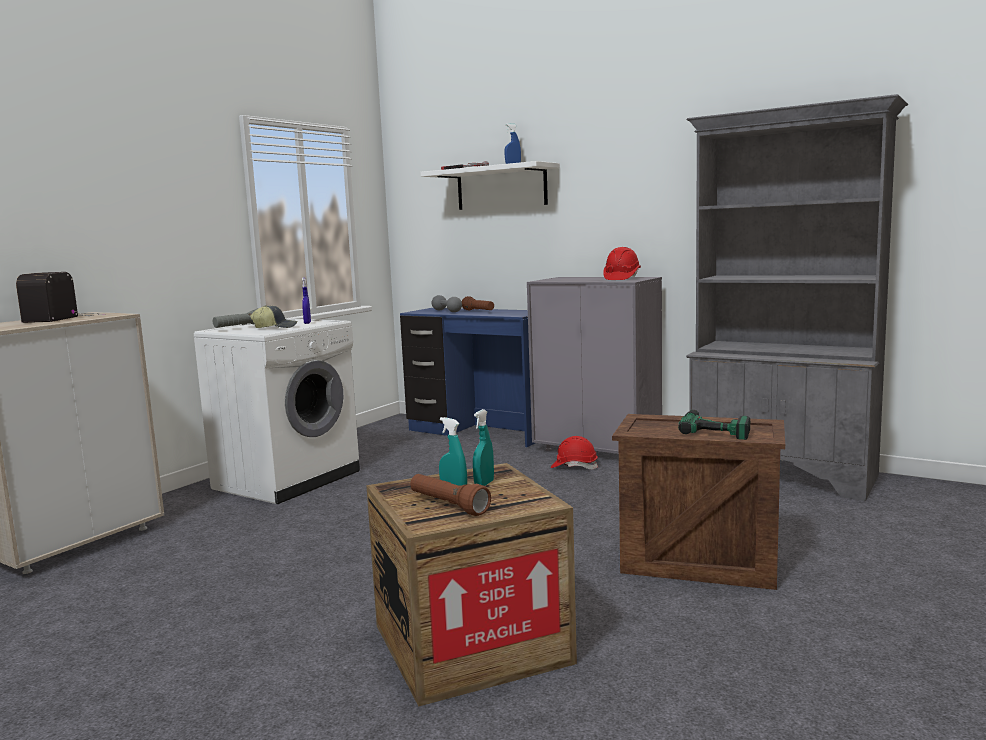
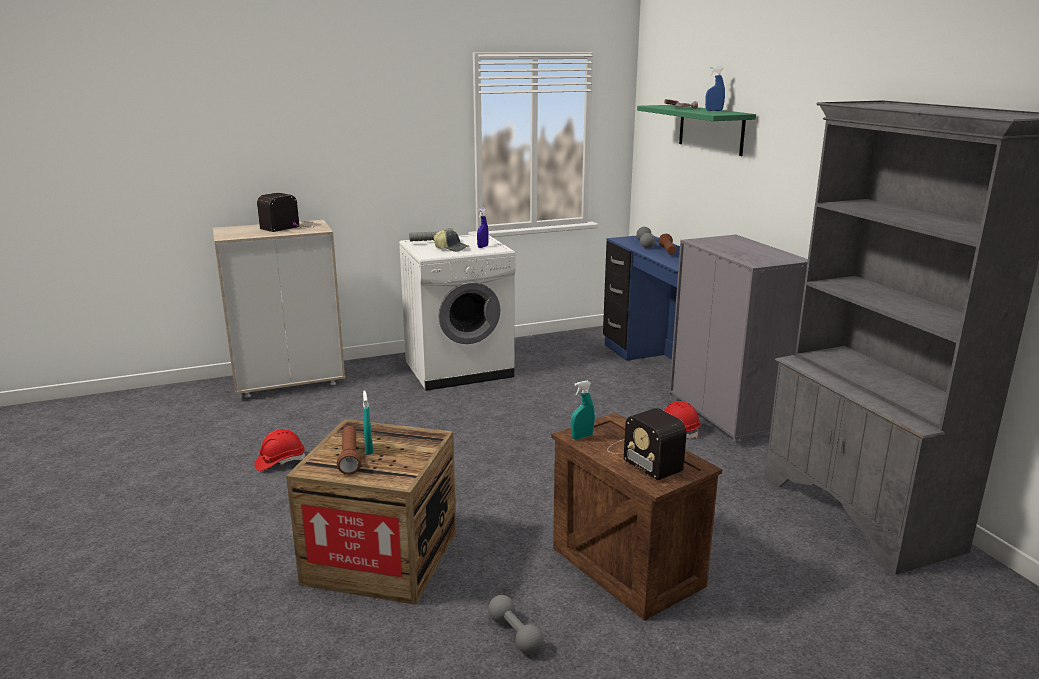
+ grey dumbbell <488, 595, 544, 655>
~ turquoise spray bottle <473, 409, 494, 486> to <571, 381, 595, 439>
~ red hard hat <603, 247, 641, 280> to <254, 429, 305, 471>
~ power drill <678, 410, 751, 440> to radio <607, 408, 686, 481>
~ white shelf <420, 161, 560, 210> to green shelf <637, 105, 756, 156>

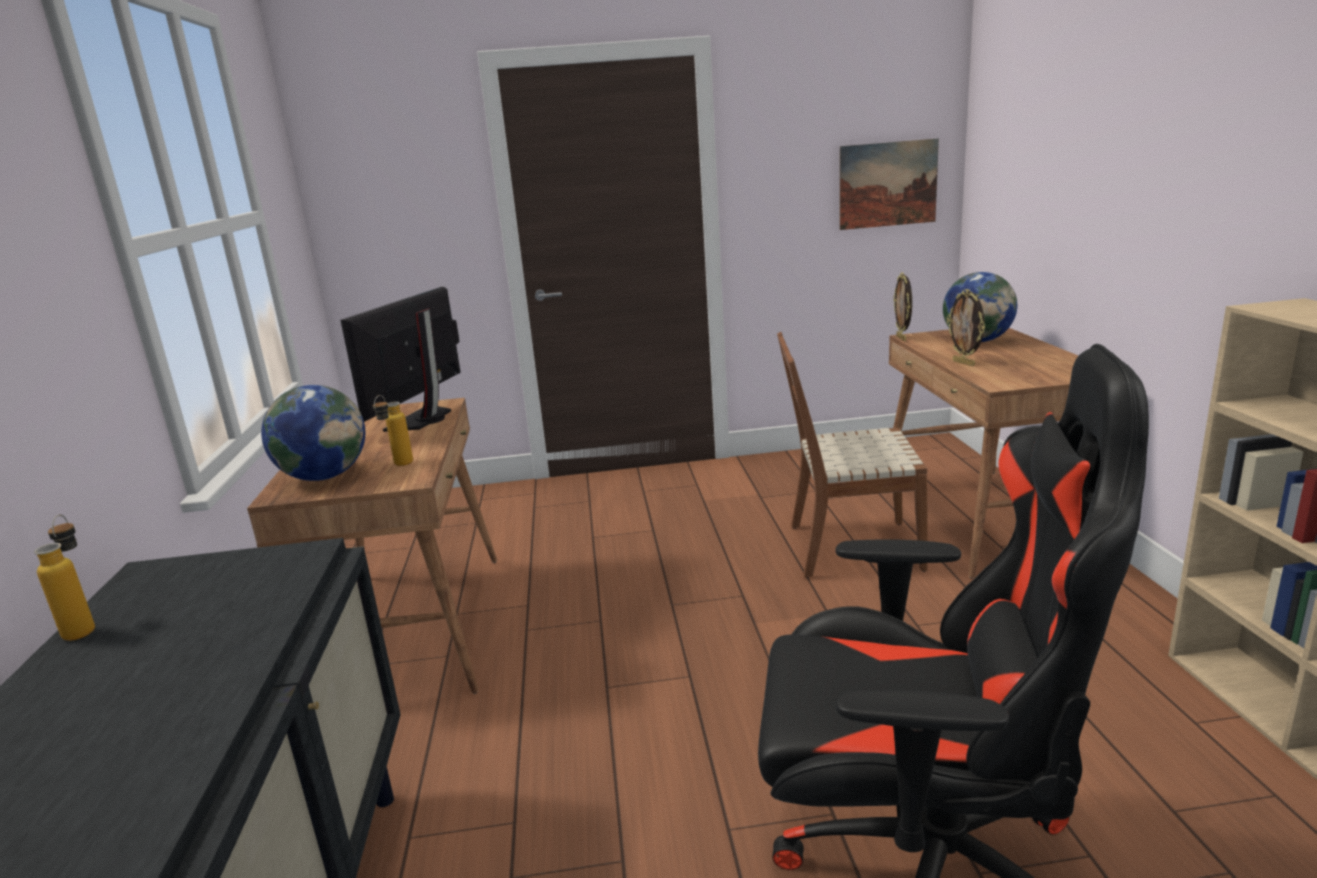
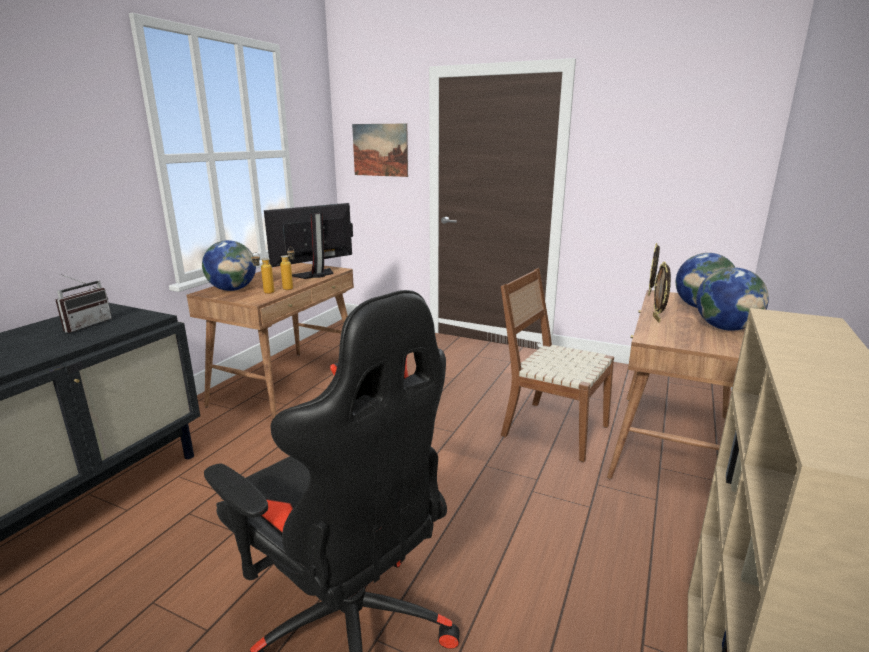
+ radio <55, 274, 112, 333>
+ globe <696, 267, 769, 331>
~ bottle <34, 515, 95, 641> to <280, 247, 295, 290>
~ picture <839, 138, 939, 230> to <352, 124, 408, 177>

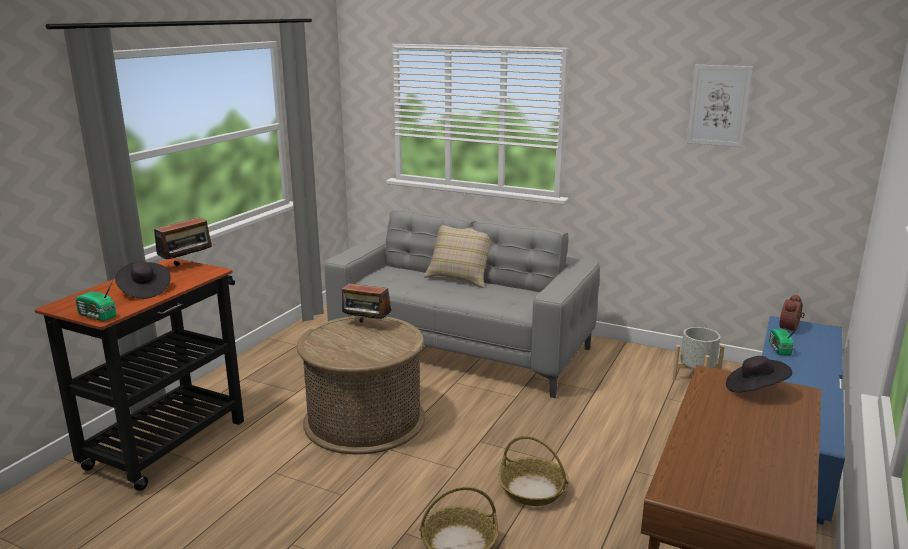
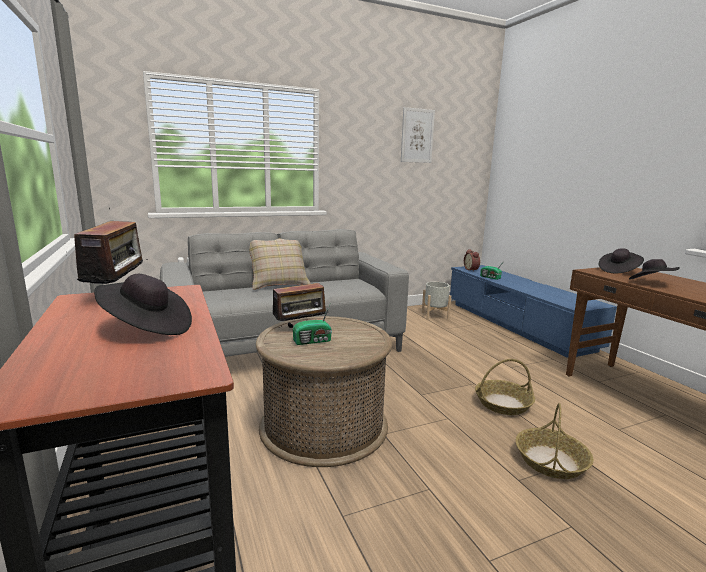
+ black hat <629, 259, 680, 280>
~ radio <76, 280, 116, 321> to <293, 304, 332, 345>

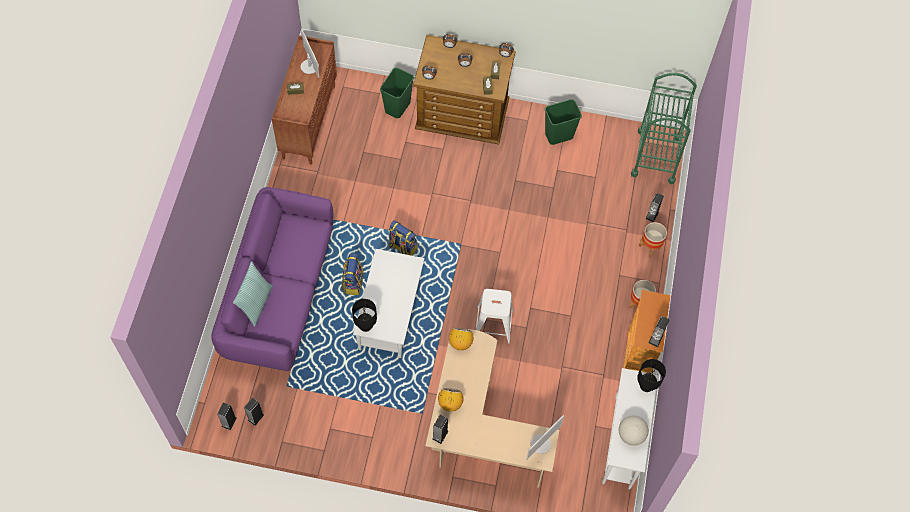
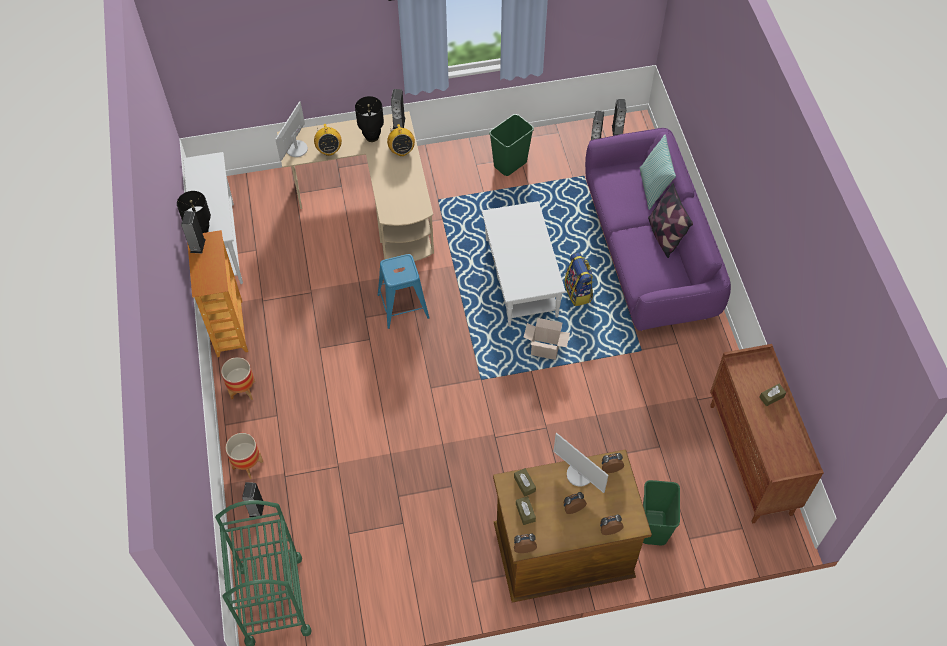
- globe <619, 415, 649, 446>
+ pillow <648, 183, 693, 258>
~ monitor <301, 29, 319, 78> to <553, 433, 608, 493>
~ black table lamp <352, 299, 377, 332> to <355, 96, 384, 142>
~ radio <449, 328, 473, 350> to <314, 124, 342, 156>
~ green trash can <545, 99, 582, 145> to <489, 114, 534, 176>
~ backpack <389, 220, 418, 256> to cardboard box <524, 318, 570, 360>
~ white stool <476, 289, 513, 344> to blue stool <377, 254, 430, 329>

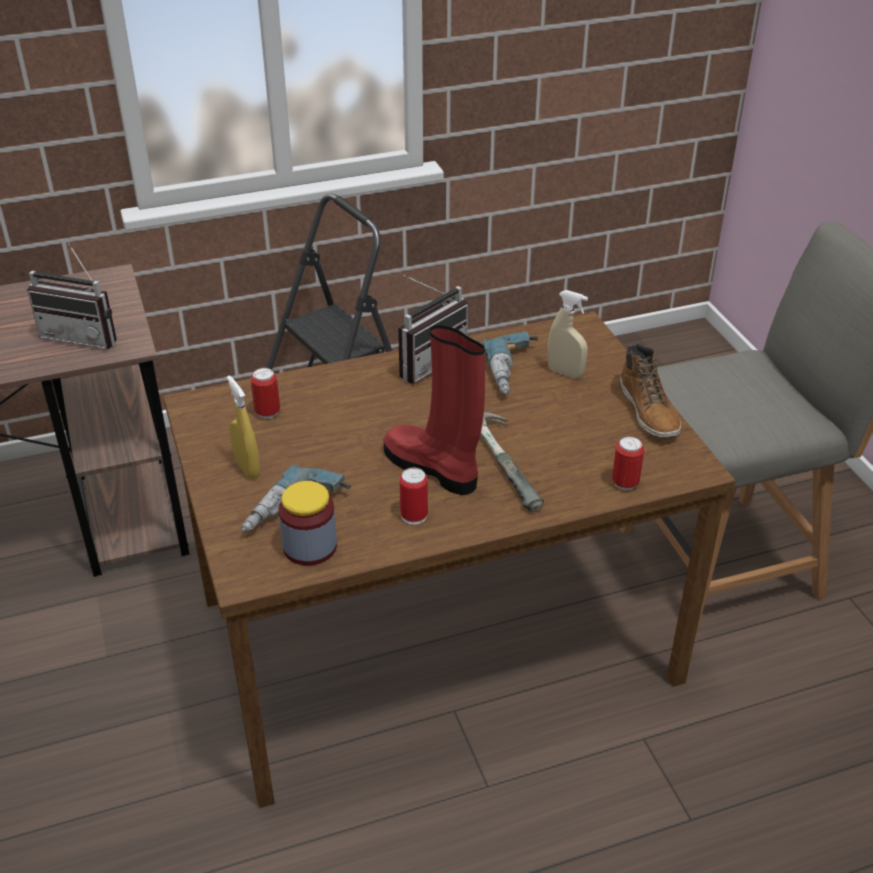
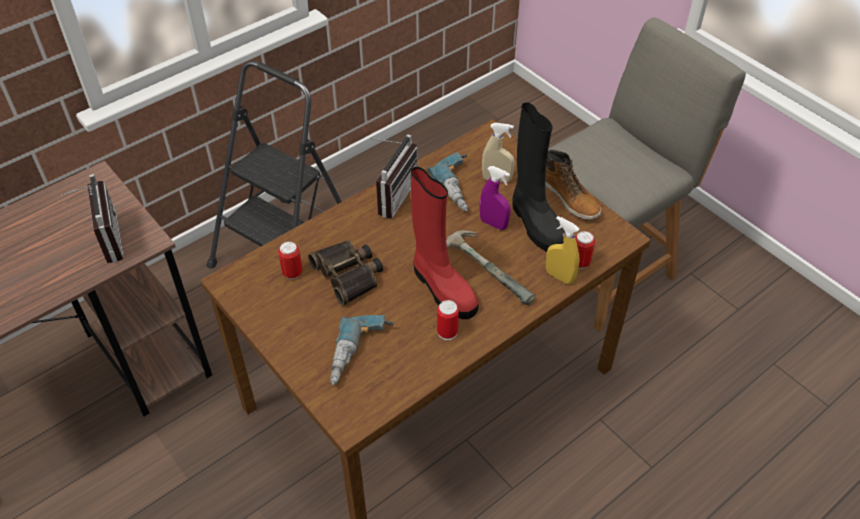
- jar <278, 481, 337, 566>
+ binoculars <308, 240, 383, 306>
+ purple spray bottle <479, 166, 510, 230>
+ black boot <512, 102, 565, 252>
~ yellow spray bottle <227, 375, 260, 479> to <546, 216, 579, 284>
~ radio <27, 243, 117, 349> = <61, 174, 124, 263> 105 degrees counterclockwise
~ red boot <384, 325, 485, 495> = <411, 167, 479, 319> 150 degrees counterclockwise

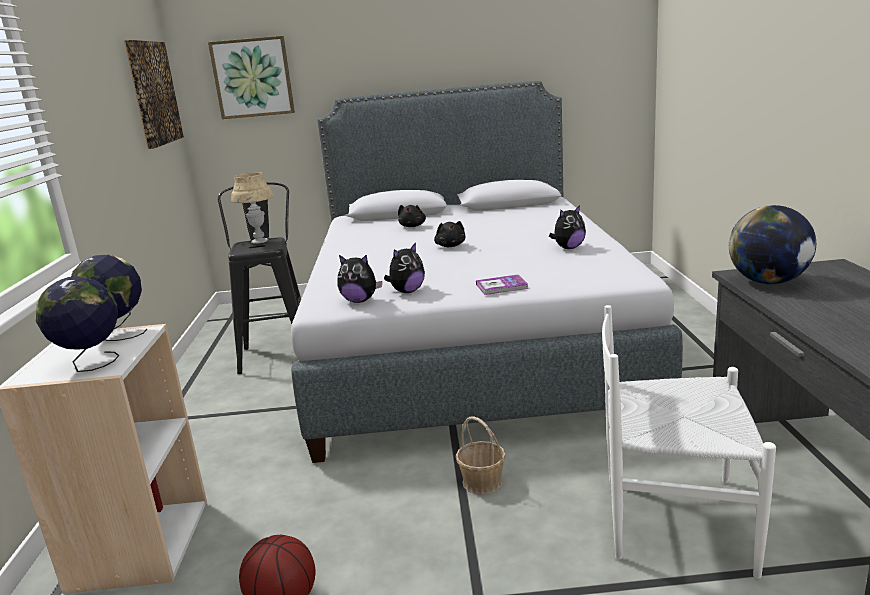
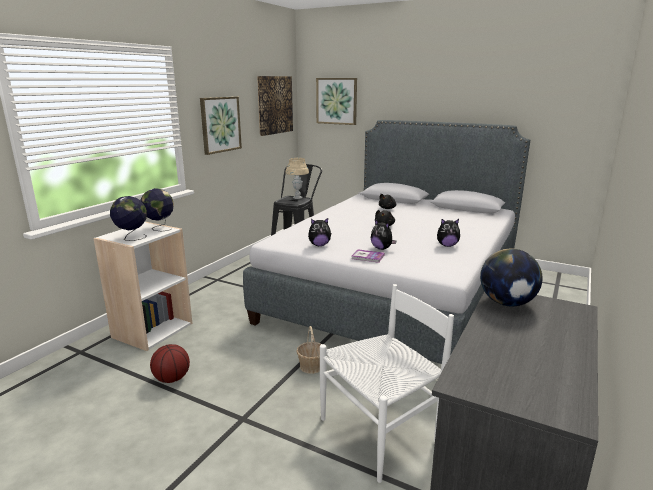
+ picture <200, 96, 242, 155>
~ plush toy <337, 255, 382, 303> to <371, 219, 397, 250>
~ white chair <602, 305, 776, 579> = <320, 284, 454, 483> 105 degrees clockwise

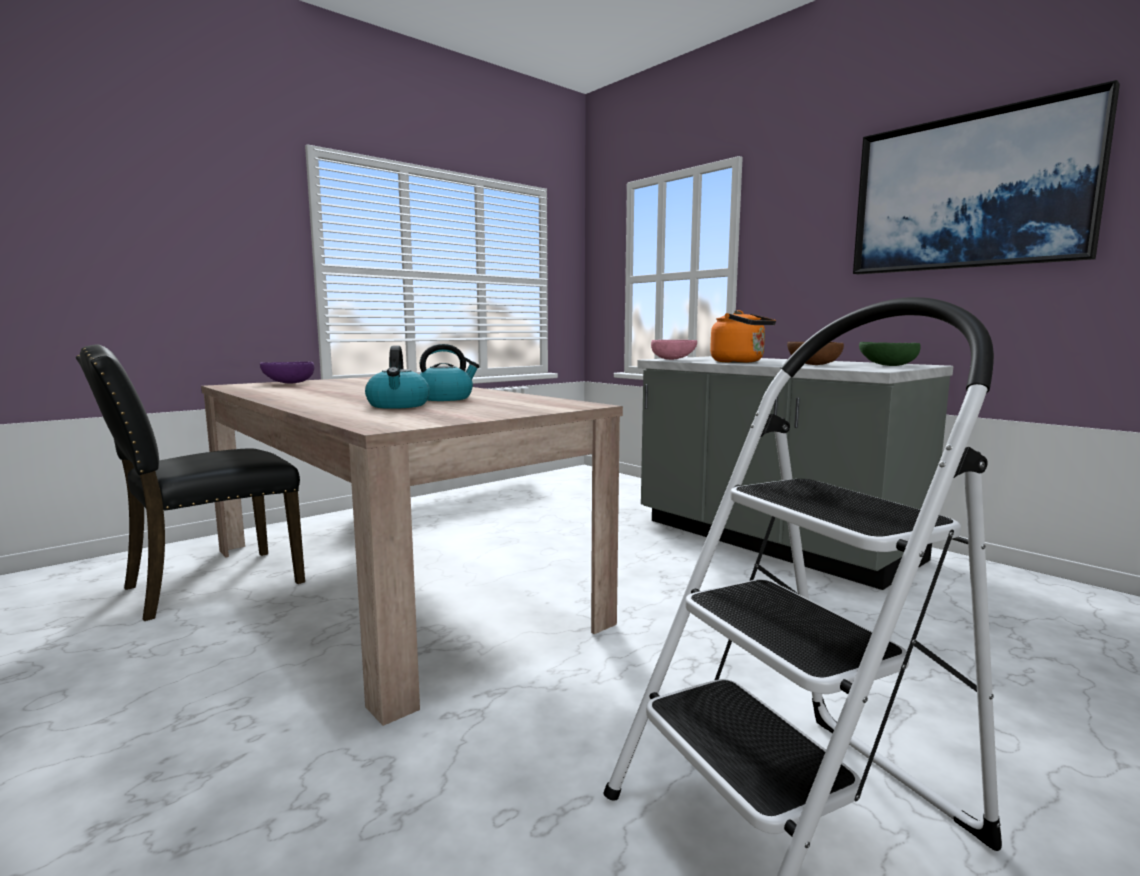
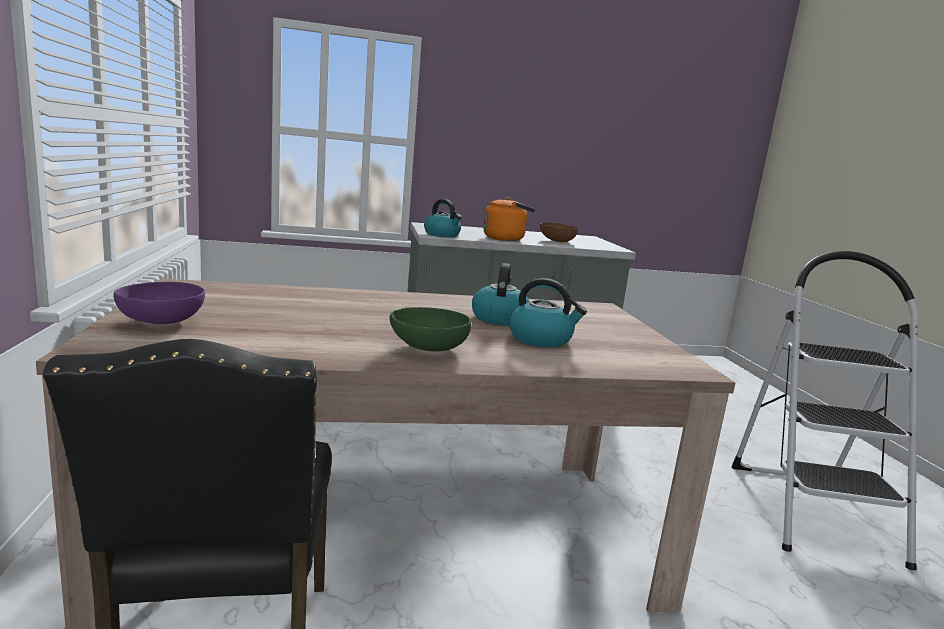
- picture <853, 80, 1120, 274>
~ green bowl <859, 342, 921, 366> to <389, 307, 471, 352>
~ pink bowl <651, 340, 697, 360> to kettle <424, 199, 462, 237>

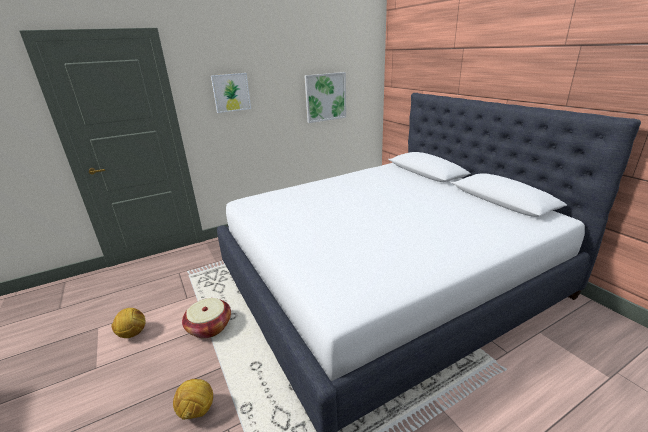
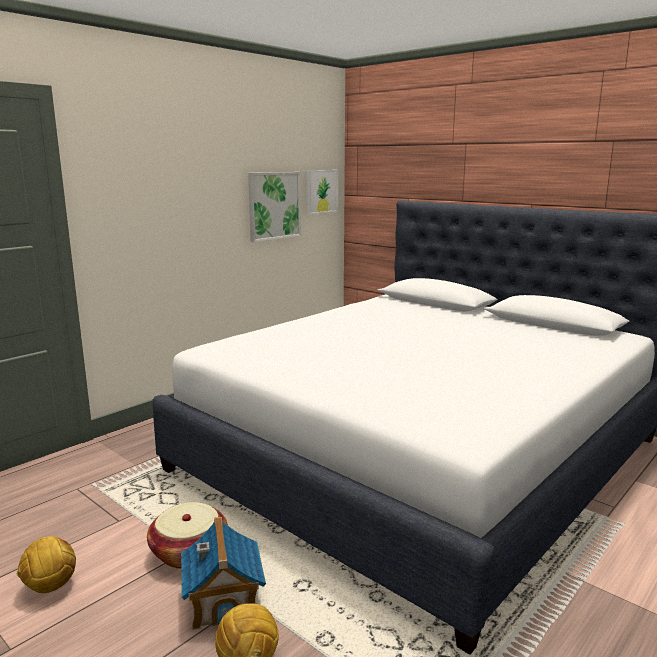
+ toy house <181, 517, 266, 630>
~ picture <211, 73, 251, 113> to <307, 170, 338, 214>

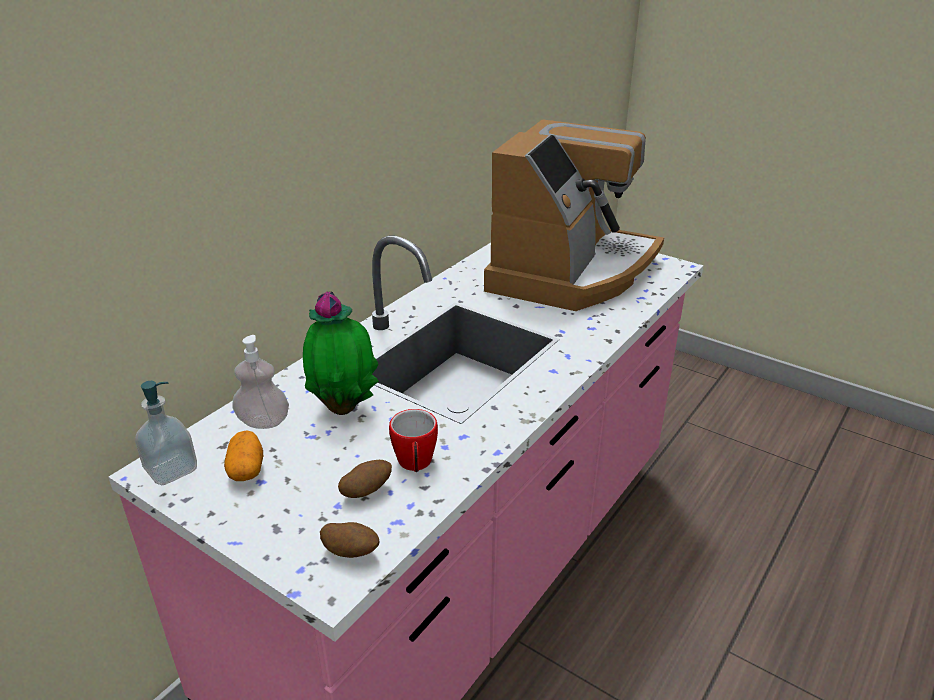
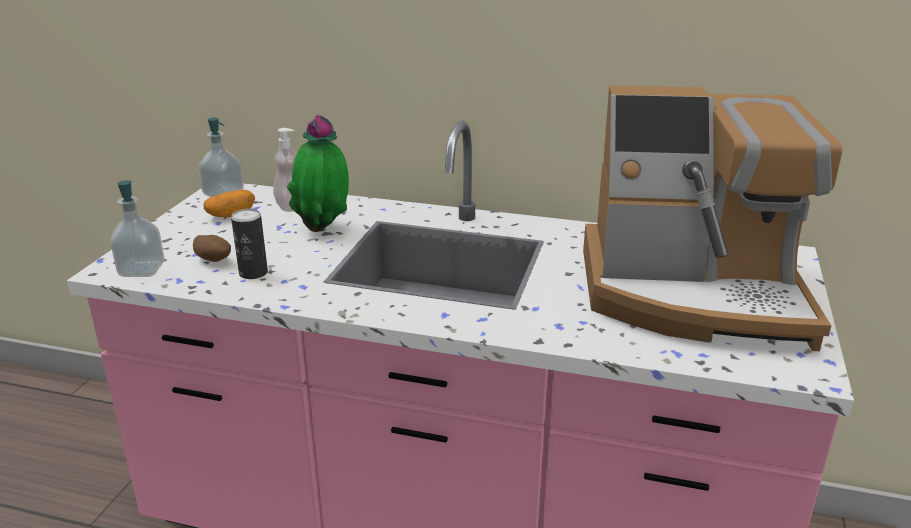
~ potato <320, 522, 380, 558> to soap dispenser <110, 180, 164, 277>
~ mug <389, 409, 438, 472> to can <231, 209, 268, 279>

